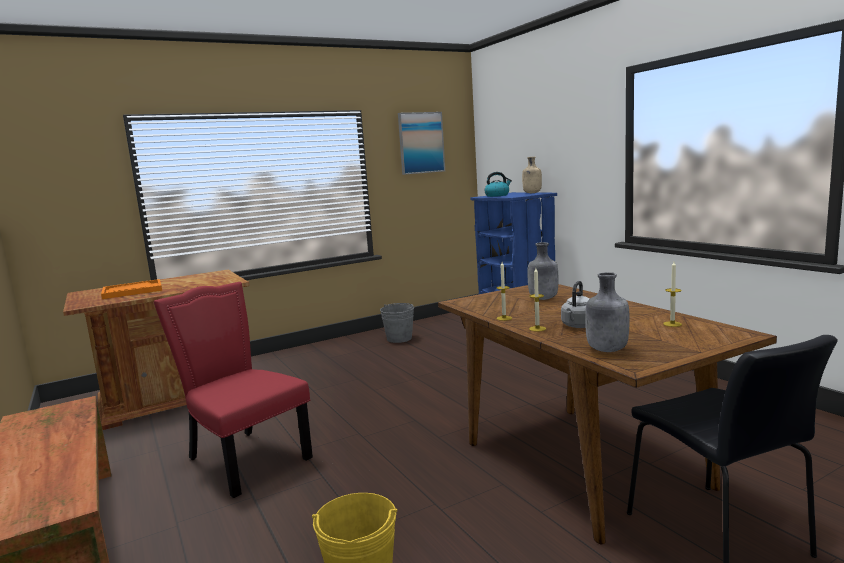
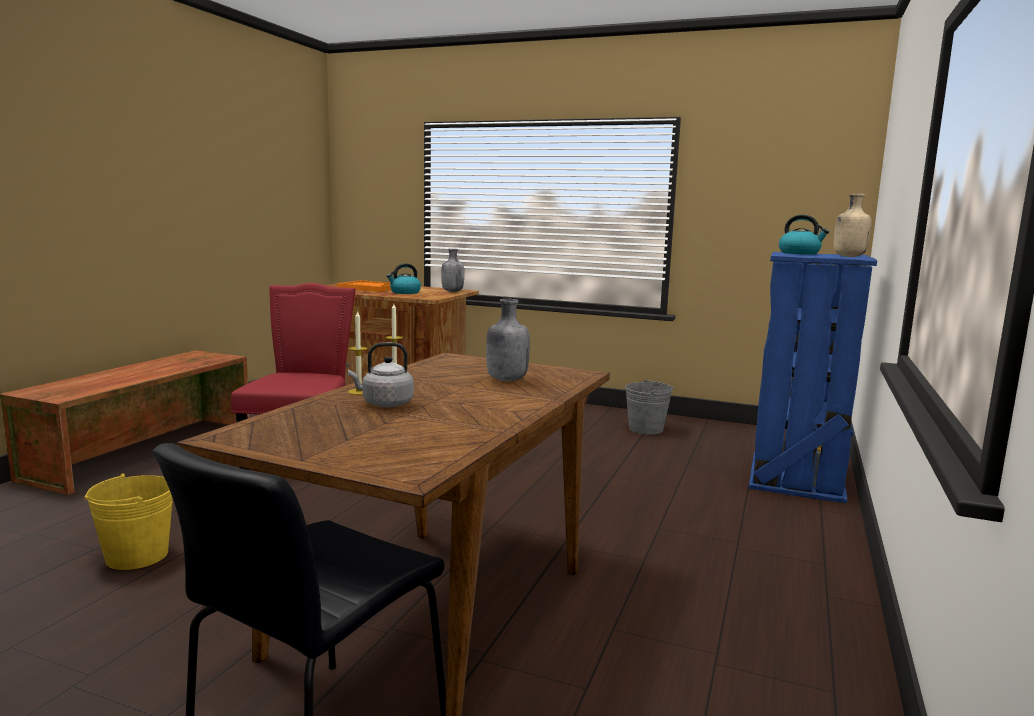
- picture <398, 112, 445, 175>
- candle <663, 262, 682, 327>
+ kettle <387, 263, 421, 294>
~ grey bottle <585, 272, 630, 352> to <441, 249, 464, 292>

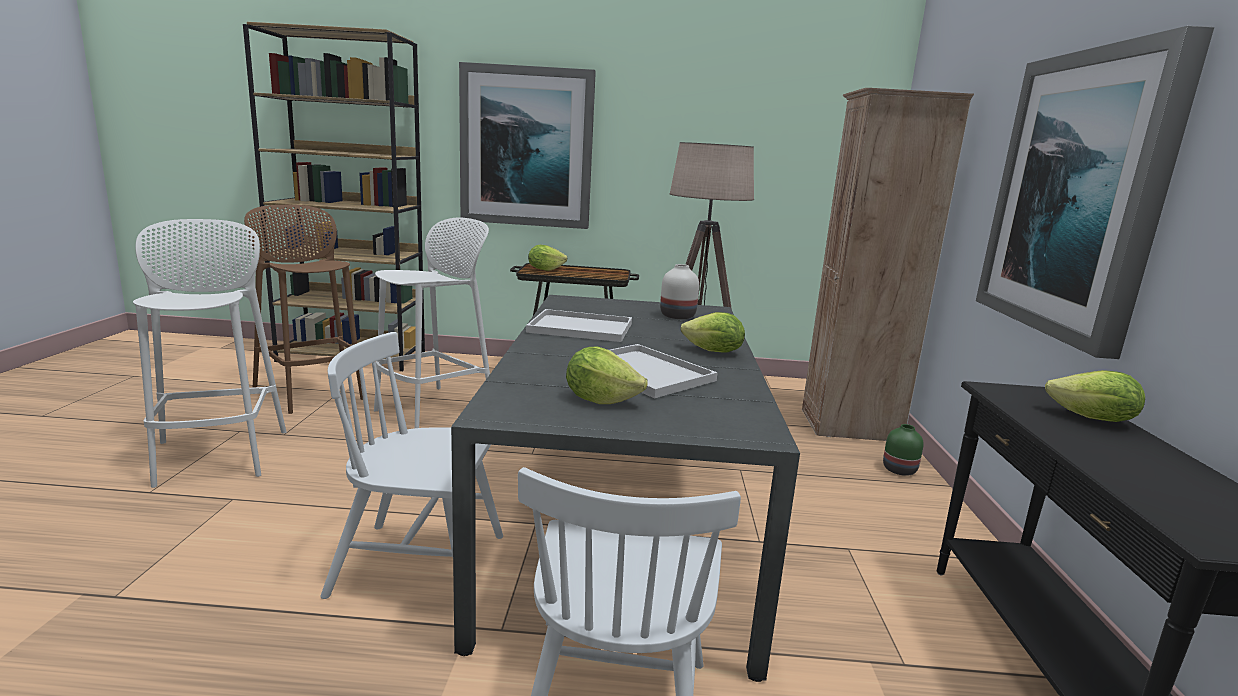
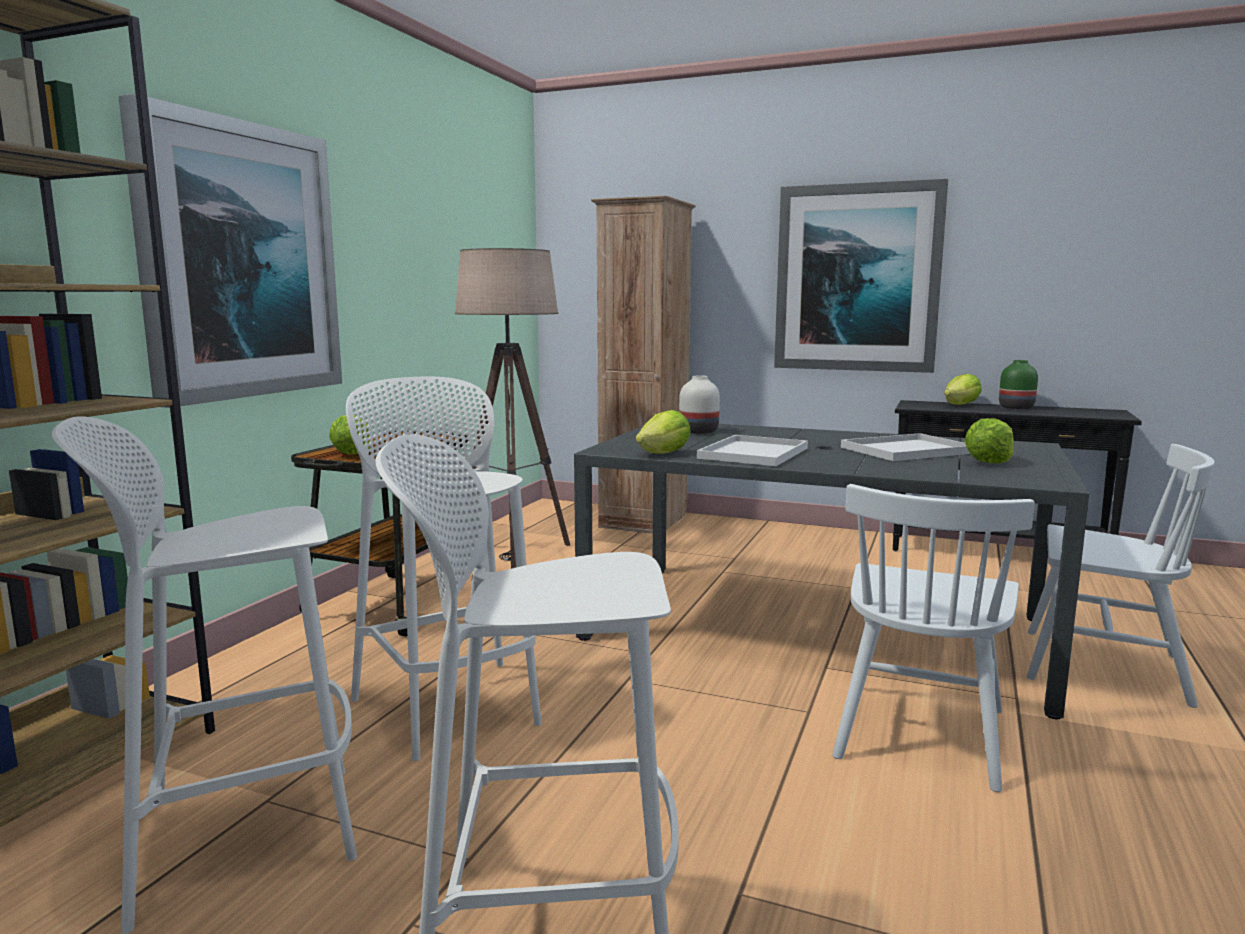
~ lettuce <681, 312, 745, 353> to <636, 410, 691, 454>
~ green vase <883, 424, 924, 476> to <999, 360, 1038, 409>
~ brown stool <244, 205, 363, 414> to white stool <52, 416, 357, 934>

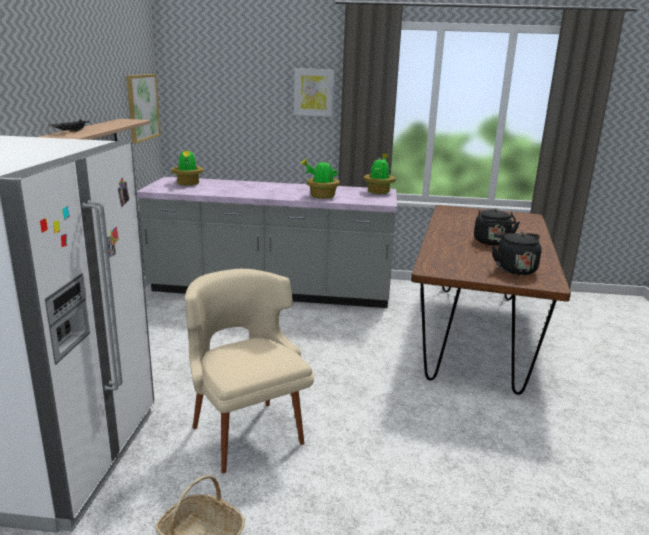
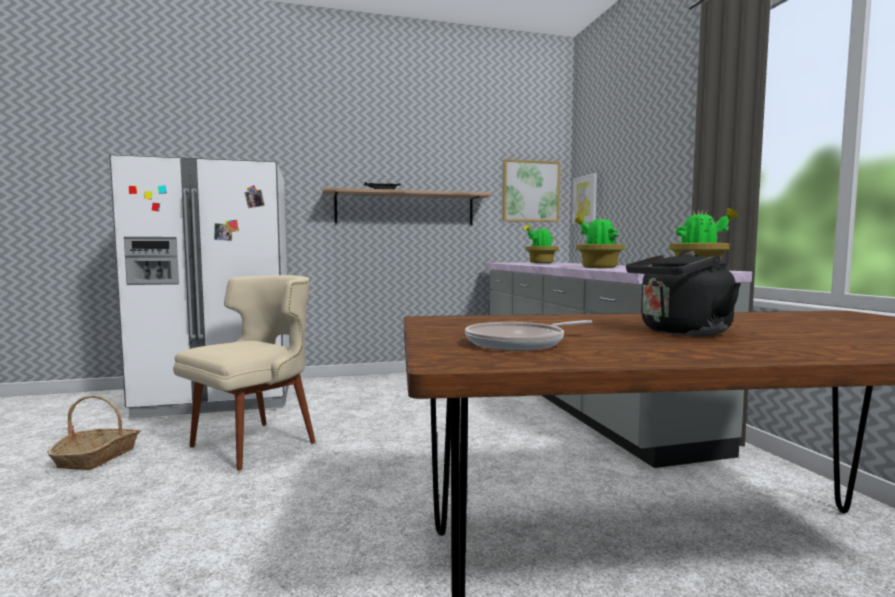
~ picture <294, 68, 334, 117> to <572, 173, 597, 224>
~ black kettle <492, 232, 542, 275> to frying pan <465, 320, 592, 351>

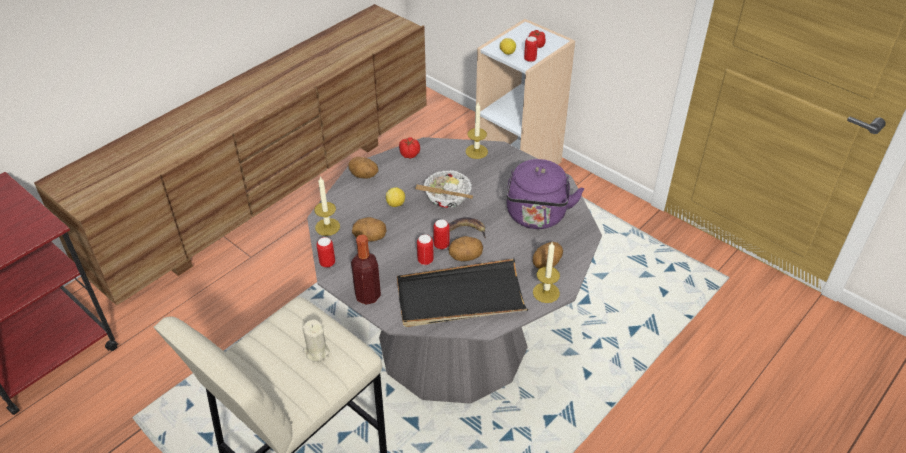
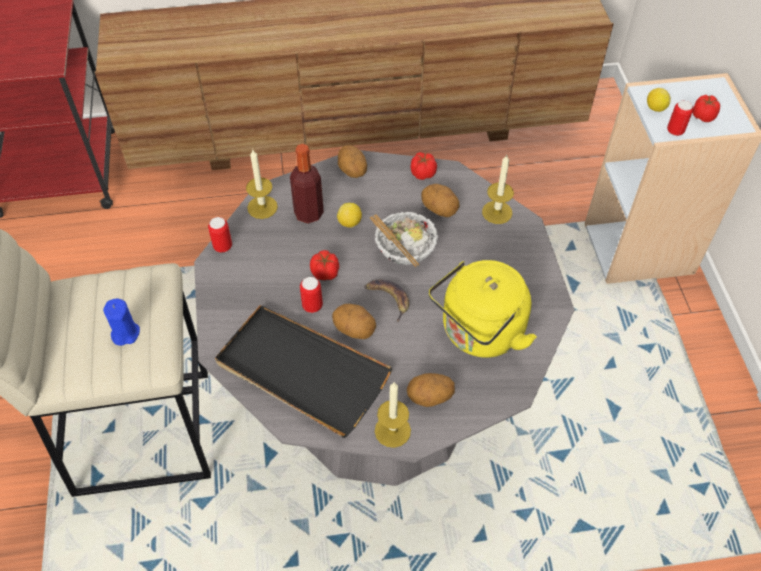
- can <433, 219, 450, 249>
+ tomato <310, 250, 339, 280>
~ bottle <351, 235, 381, 305> to <290, 144, 324, 224>
~ potato <352, 217, 387, 242> to <421, 184, 459, 217>
~ beige candle <302, 319, 330, 362> to blue candle <103, 299, 140, 346>
~ purple kettle <506, 159, 584, 229> to yellow kettle <429, 260, 537, 358>

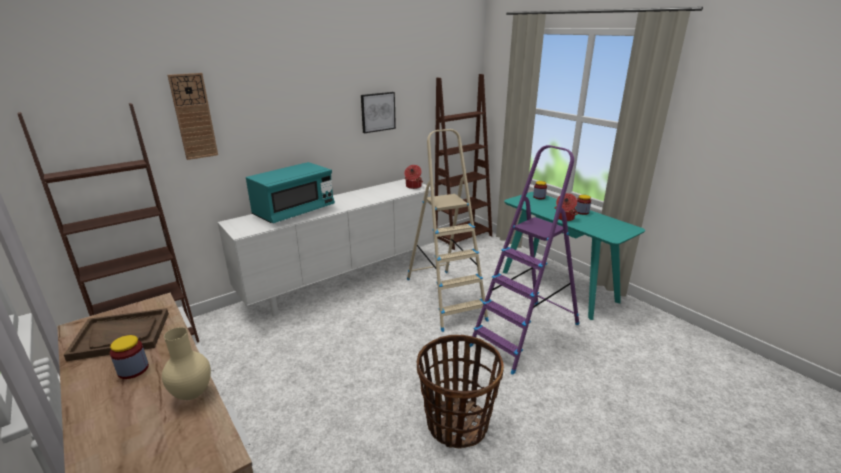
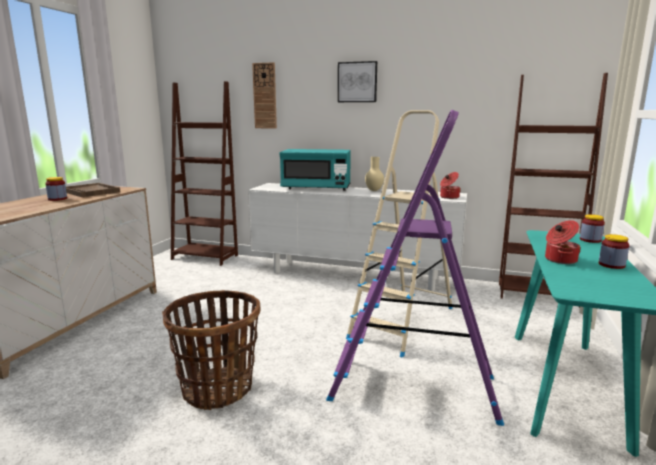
~ beige vase <162, 327, 211, 400> to <365, 157, 384, 191>
~ picture <361, 92, 396, 133> to <338, 61, 377, 102>

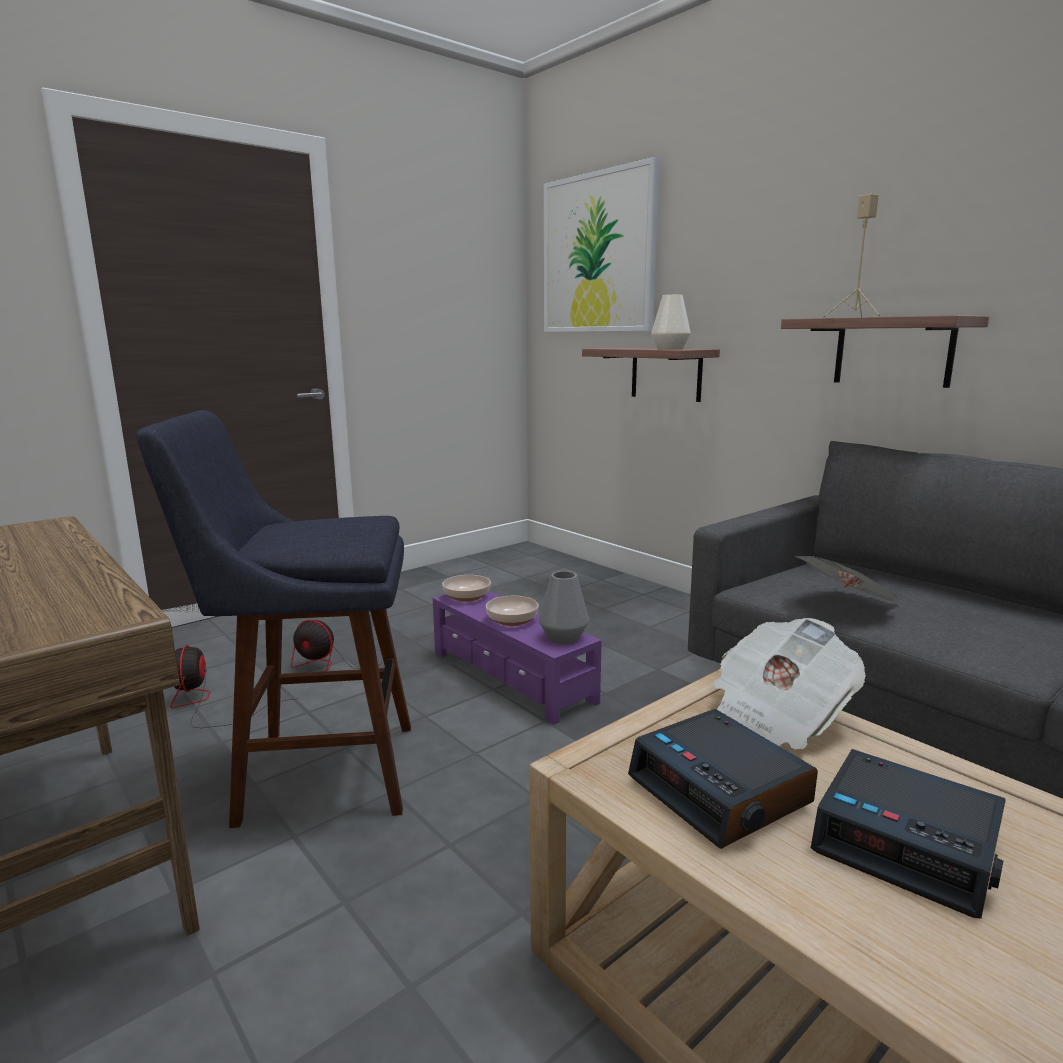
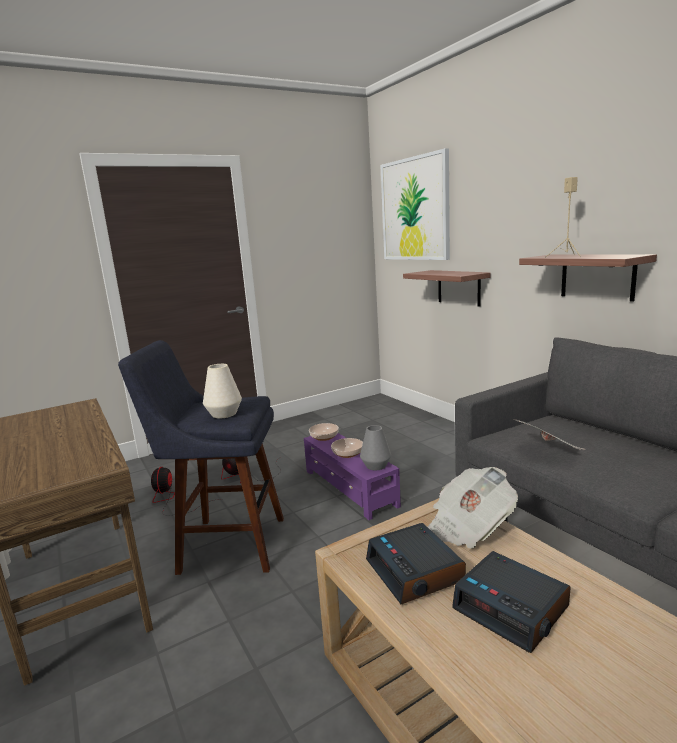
~ white vase <651, 295, 691, 349> to <203, 364, 242, 418>

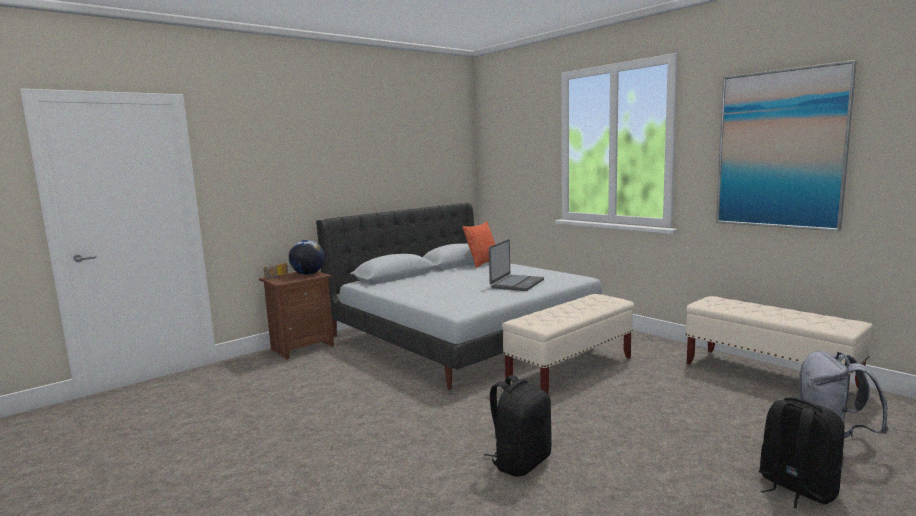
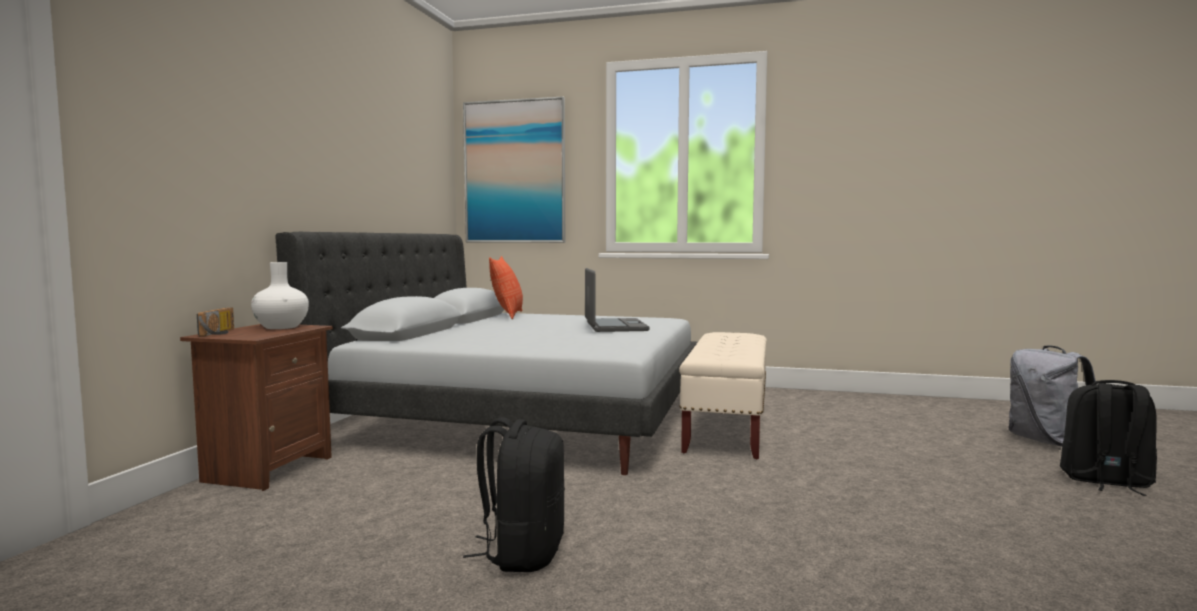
- beige bench <685, 296, 873, 393>
~ black backpack <485, 375, 551, 477> to <463, 417, 565, 572>
~ picture <716, 60, 857, 231> to <463, 96, 565, 243>
~ globe <289, 240, 325, 275> to white vase <251, 262, 309, 329>

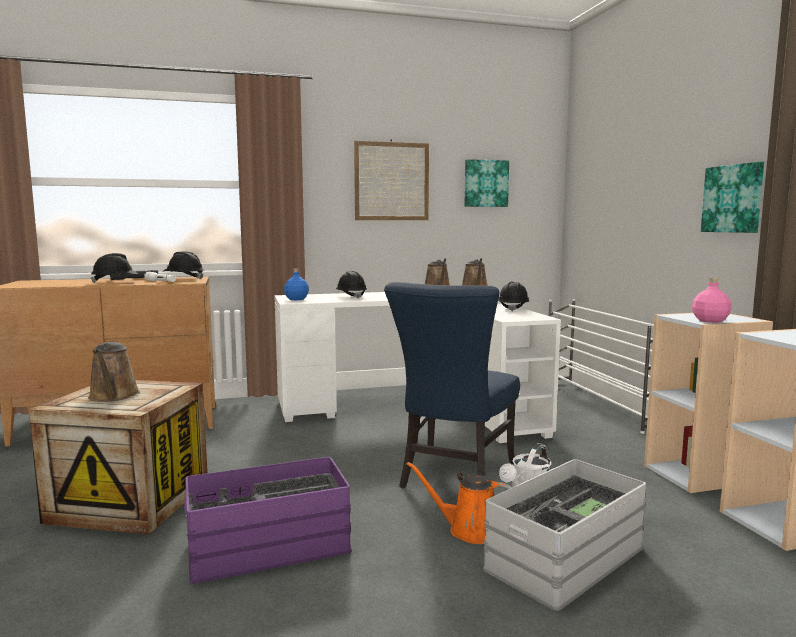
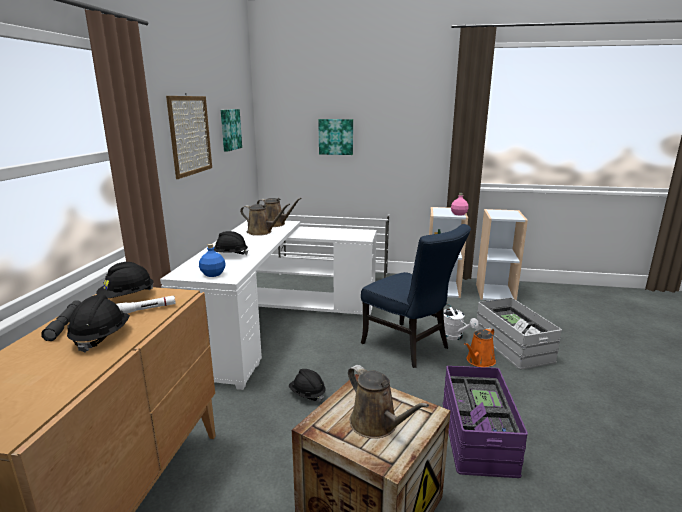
~ black hard hat <498, 282, 529, 312> to <289, 369, 325, 402>
~ picture <701, 162, 764, 233> to <318, 119, 353, 155>
~ brown watering can <88, 342, 140, 402> = <348, 365, 429, 439> 45 degrees clockwise

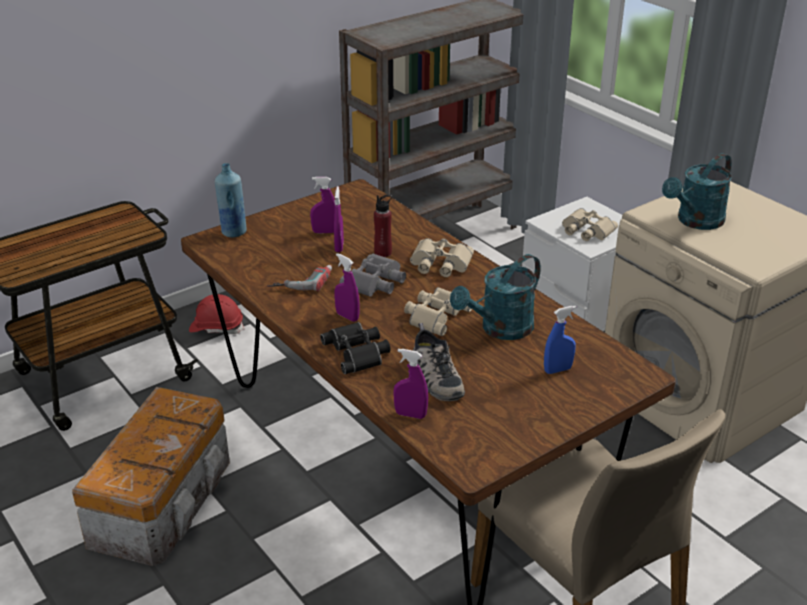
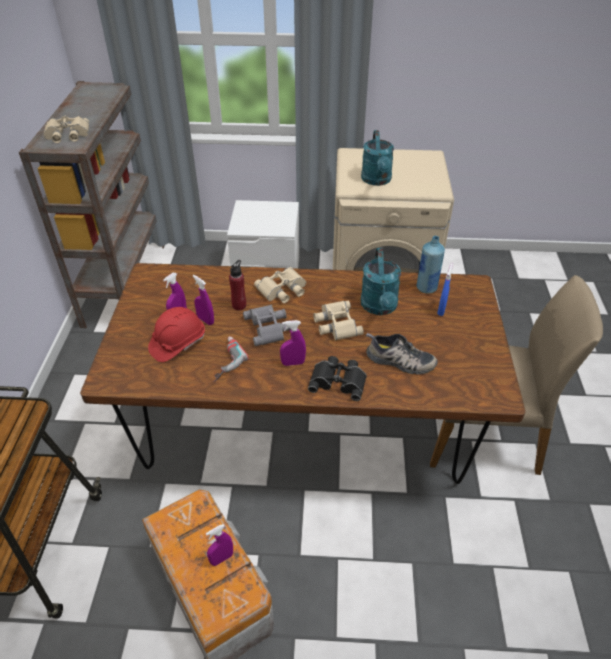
~ red hard hat <189, 294, 244, 334> to <148, 307, 205, 362>
~ blue bottle <215, 163, 247, 237> to <416, 236, 445, 294>
~ purple spray bottle <393, 349, 428, 419> to <206, 524, 233, 566>
~ beige binoculars <562, 208, 618, 241> to <44, 115, 89, 143>

